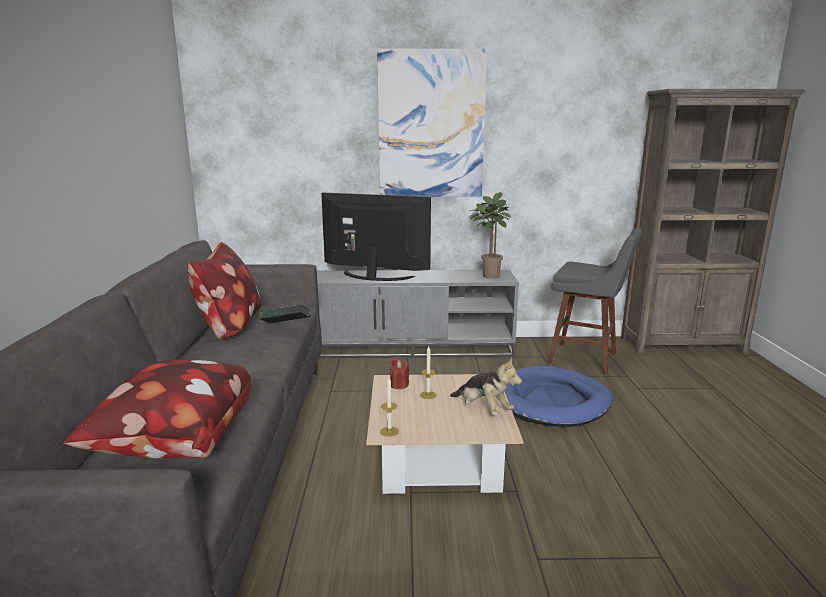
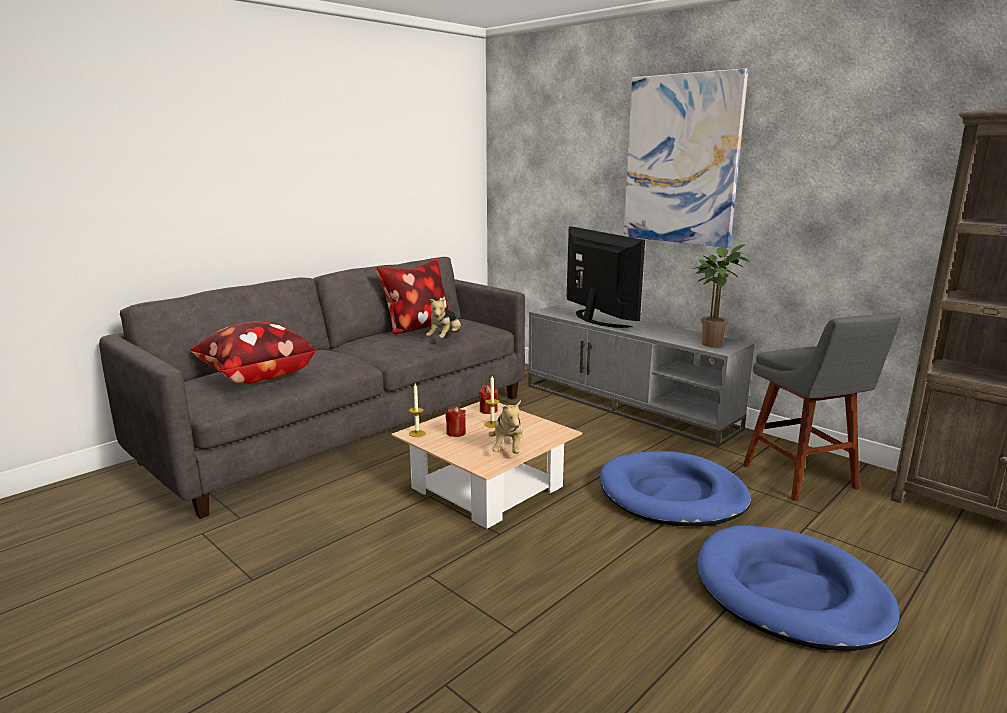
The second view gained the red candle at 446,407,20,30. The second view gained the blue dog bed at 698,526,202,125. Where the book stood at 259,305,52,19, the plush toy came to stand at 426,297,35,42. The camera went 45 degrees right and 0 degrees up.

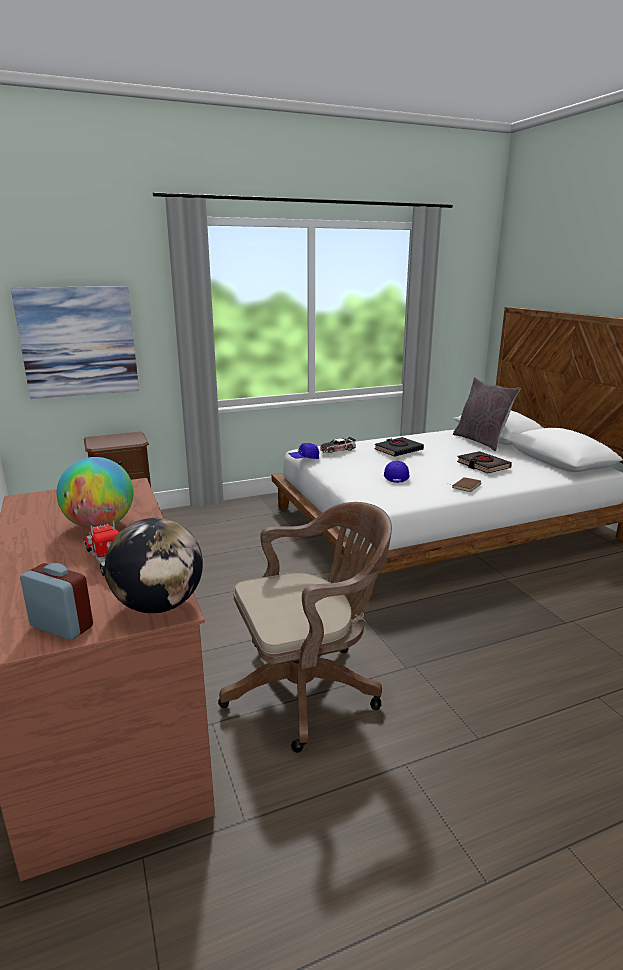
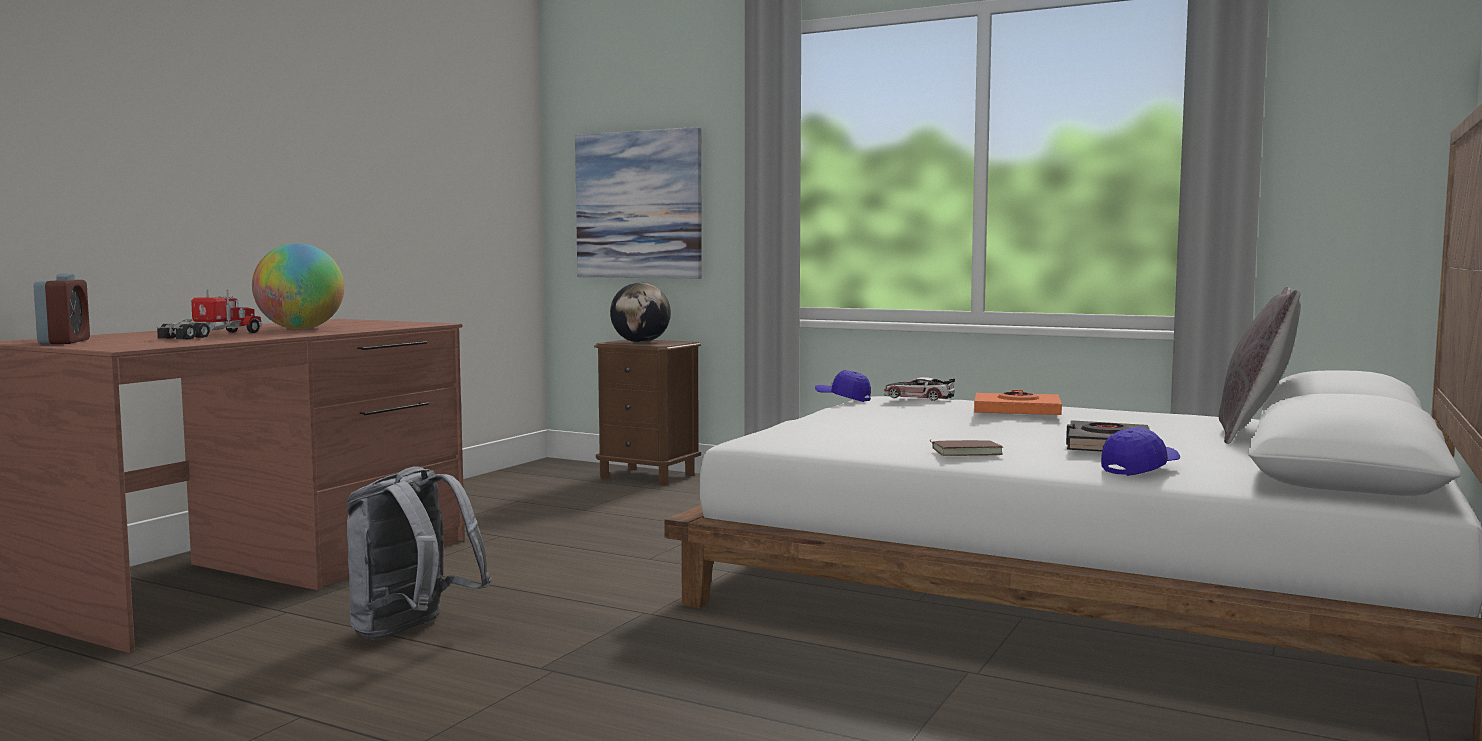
The globe ended up elsewhere, having gone from 105,518,98,95 to 610,282,61,61. The blue cap ended up elsewhere, having gone from 384,461,25,22 to 1101,427,79,49. Where the brown office chair stood at 218,502,174,251, the grey backpack came to stand at 347,466,145,174. What was the black book at 374,437,50,20 turned into the orange book at 974,390,88,25. The camera went 50 degrees right and 15 degrees down.

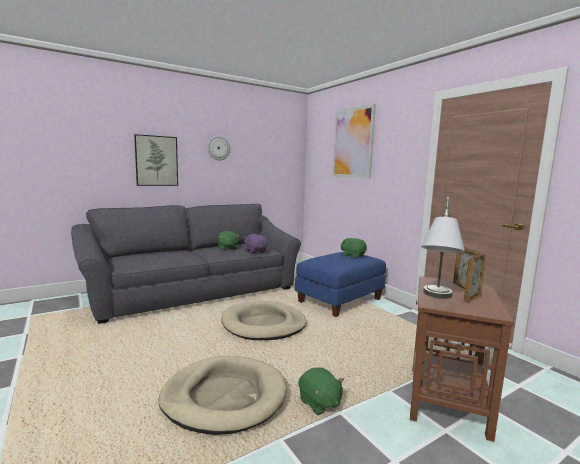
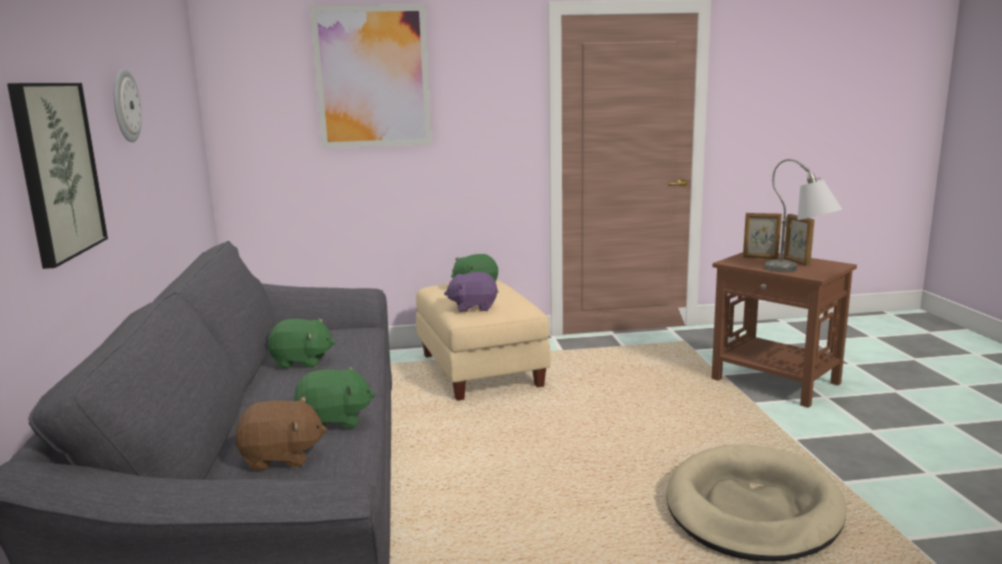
The second view lost the beige dog bed at 221,301,85,39. The second view gained the brown plush toy at 235,396,92,75. The purple plush toy ended up elsewhere, having gone from 244,234,23,20 to 444,272,54,40. The green plush toy ended up elsewhere, having gone from 299,367,45,48 to 294,366,81,63. What was the blue ottoman at 295,252,91,65 turned into the beige ottoman at 416,280,134,121. The camera went 65 degrees left and 5 degrees up.

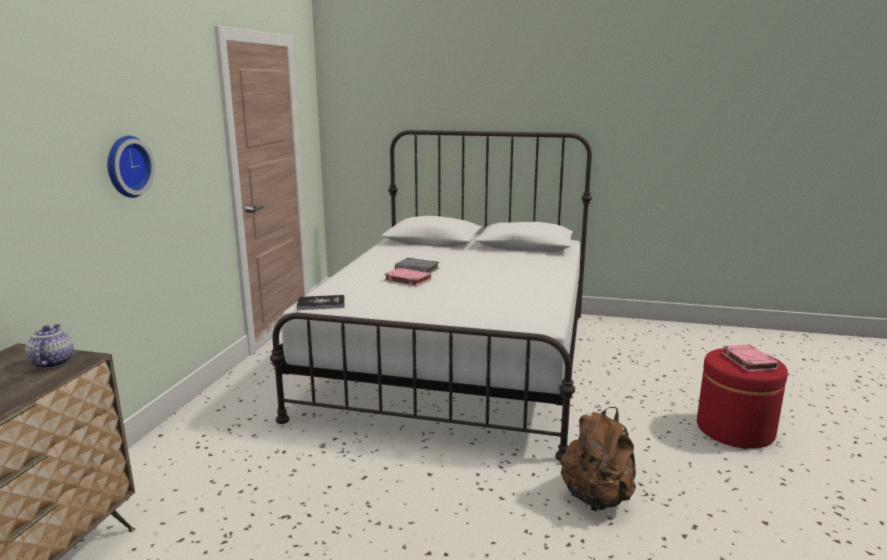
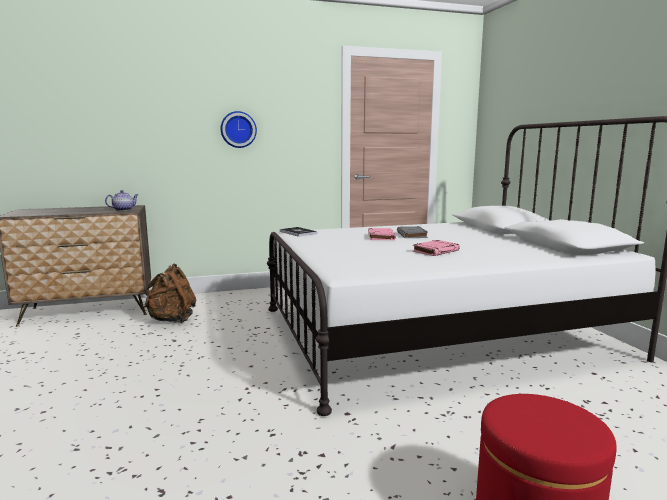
The brown backpack ended up elsewhere, having gone from 561,407,75,104 to 144,263,52,60. The pink book ended up elsewhere, having gone from 722,344,58,28 to 412,240,48,16. The camera went 60 degrees right and 5 degrees down.

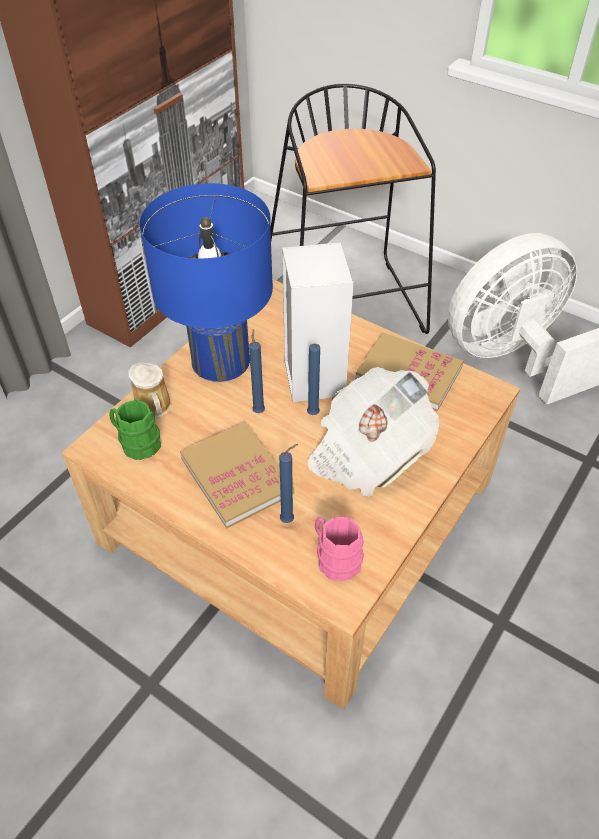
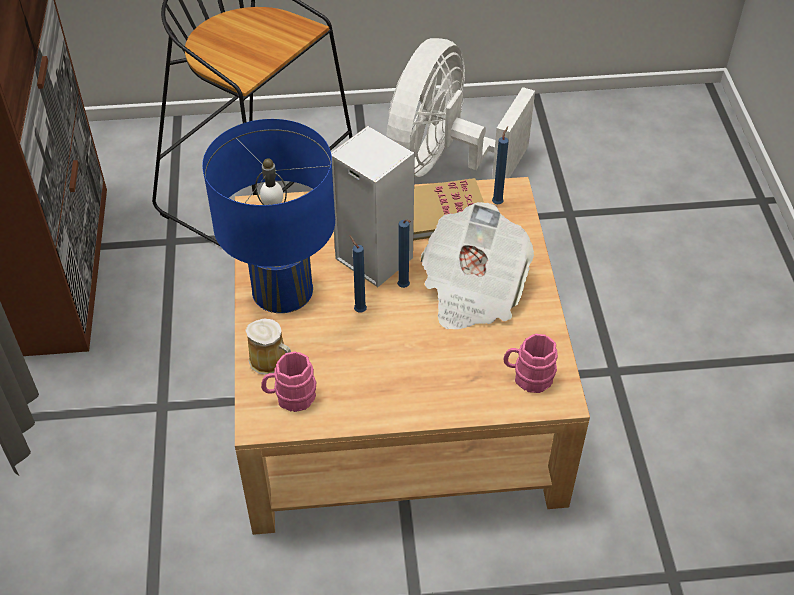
The second view lost the book at 180,422,114,107. The blue candle ended up elsewhere, having gone from 279,444,19,79 to 492,126,17,78. What was the green mug at 109,400,52,60 turned into the pink mug at 261,351,55,61. The camera went 40 degrees left and 0 degrees up.

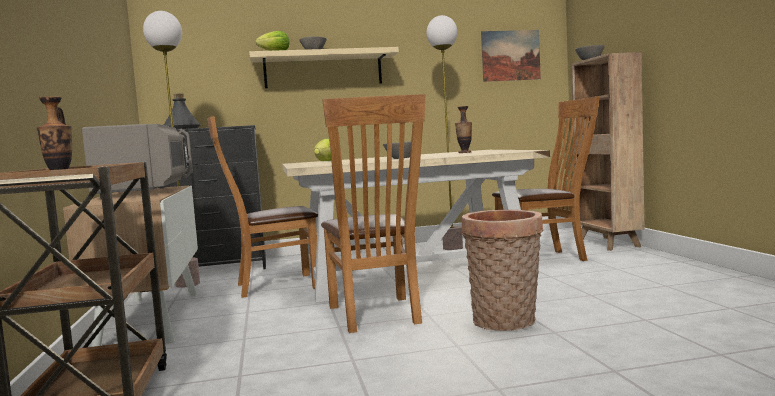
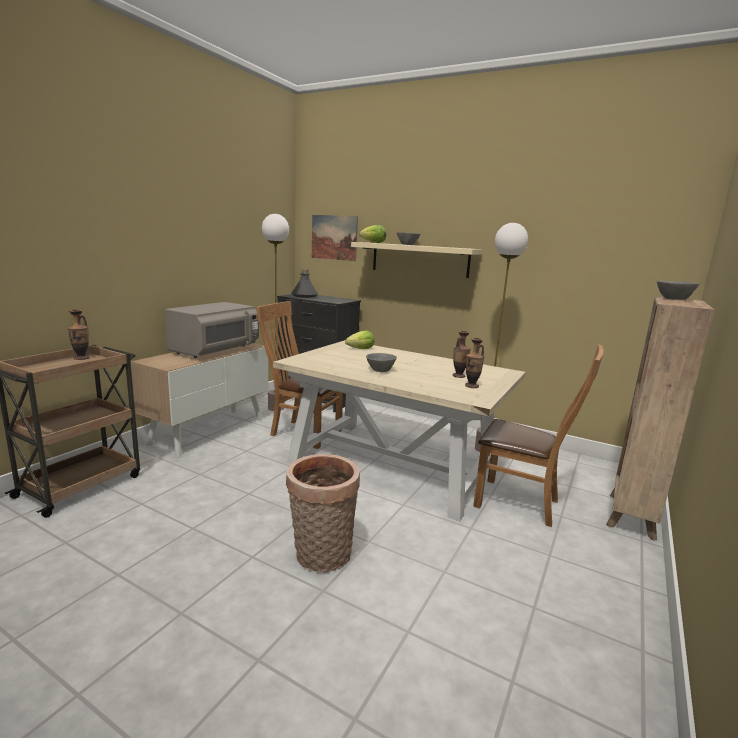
The second view lost the brown chair at 321,94,105,239. The second view gained the vase at 465,338,19,50. The picture ended up elsewhere, having gone from 481,30,60,52 to 312,215,46,46. The camera went 40 degrees right and 10 degrees up.

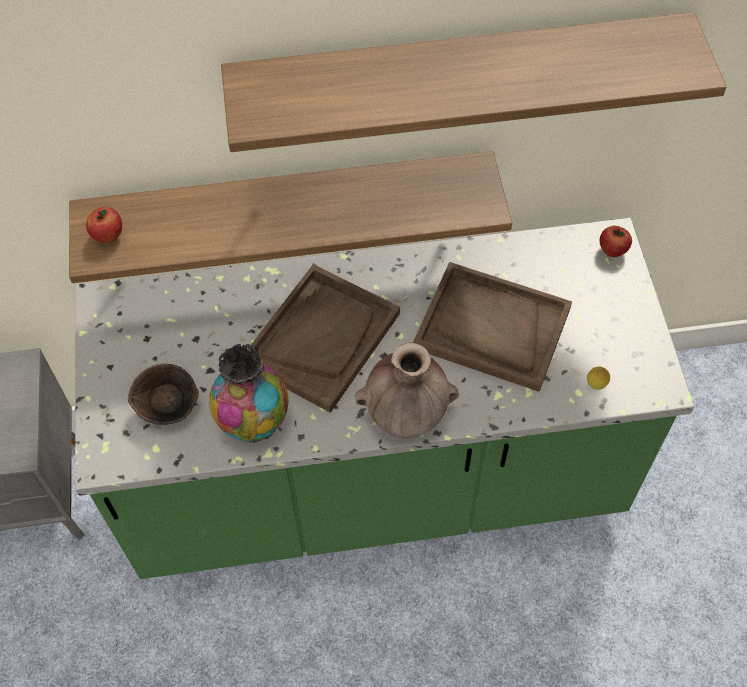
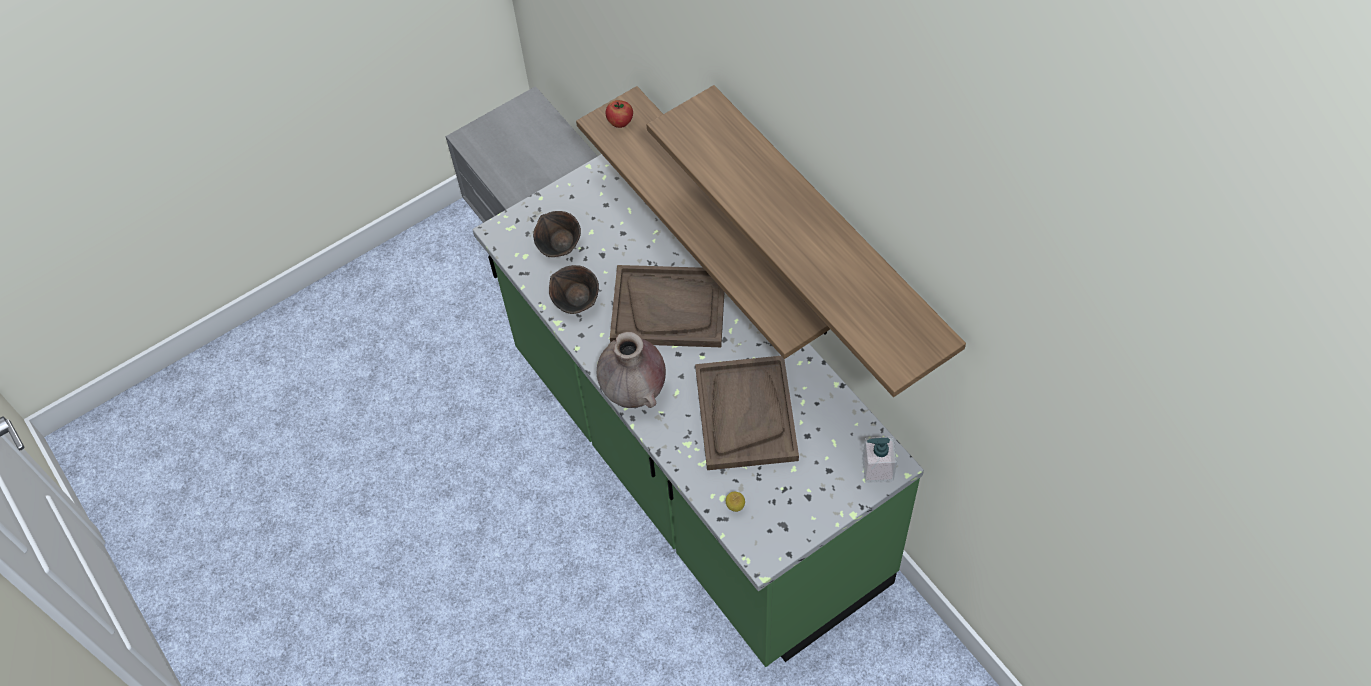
Where the vase stood at 209,344,79,99, the brown bowl came to stand at 549,265,50,49. Where the apple stood at 600,226,32,31, the soap dispenser came to stand at 862,437,35,45. The camera went 65 degrees right and 0 degrees up.

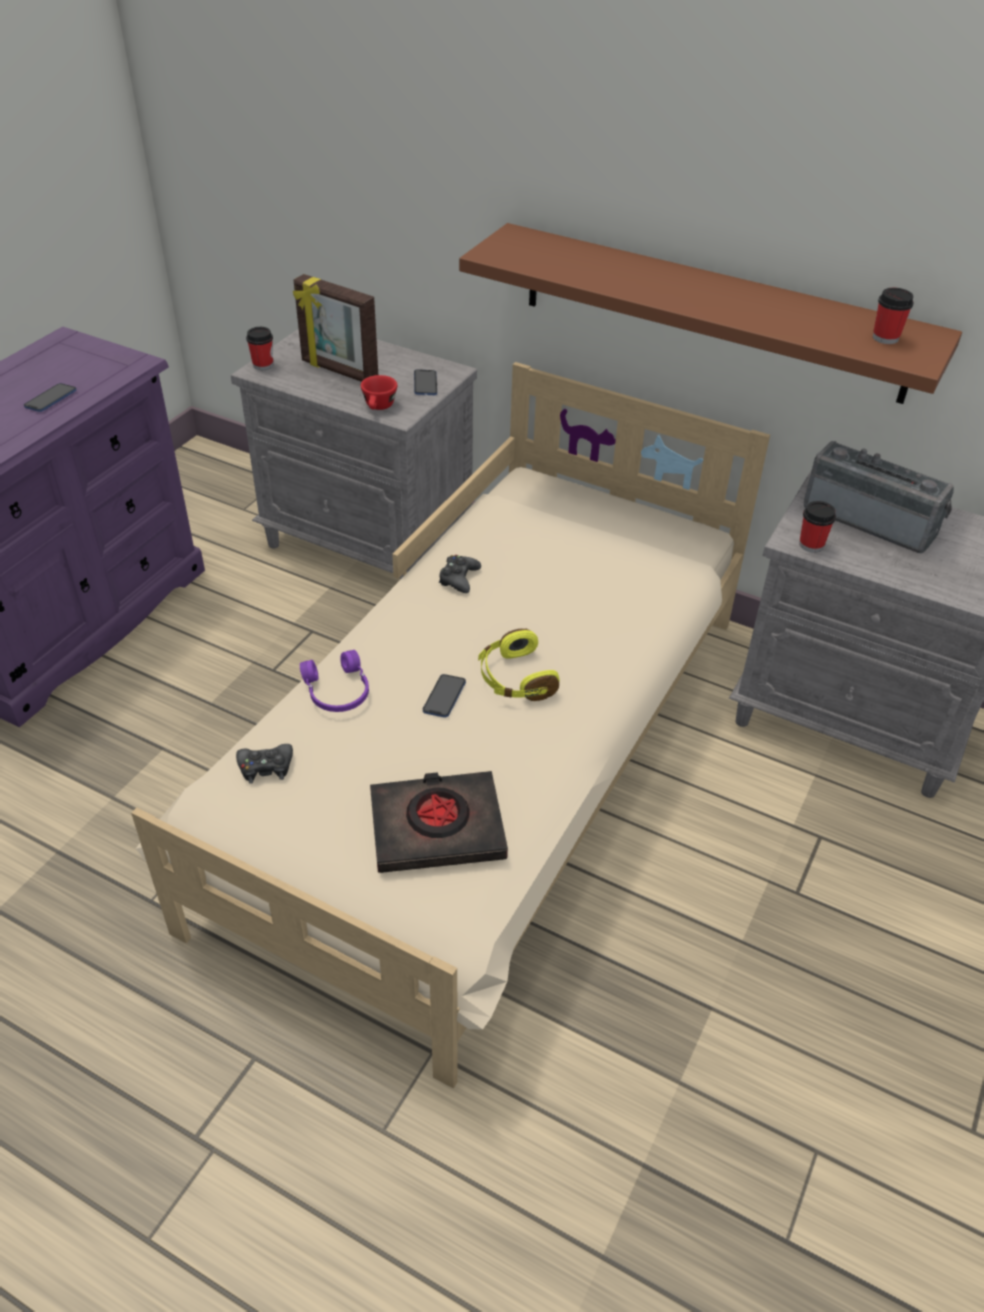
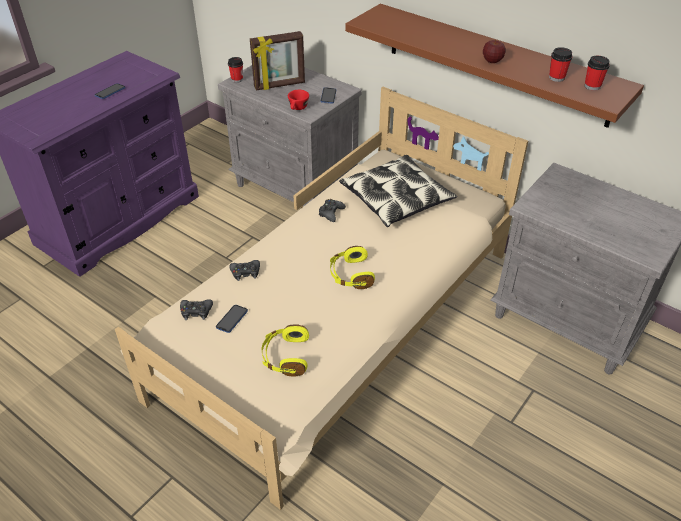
The second view lost the radio at 804,441,150,112. The second view gained the pillow at 339,155,118,72. The second view gained the apple at 483,40,23,23. The phone ended up elsewhere, having gone from 423,674,43,44 to 216,305,32,28. The cup ended up elsewhere, having gone from 799,501,37,52 to 549,47,24,35. Where the purple headphones stood at 300,650,69,62, the black game controller came to stand at 229,260,31,21. Where the black book stood at 370,771,138,102, the yellow headphones came to stand at 262,324,47,52. The picture frame at 293,274,85,108 ended up facing another way, 60 degrees counterclockwise from before. The camera went 10 degrees right and 0 degrees up.

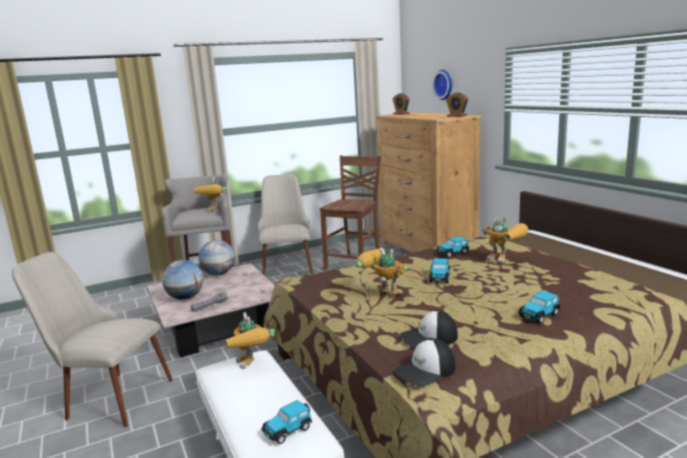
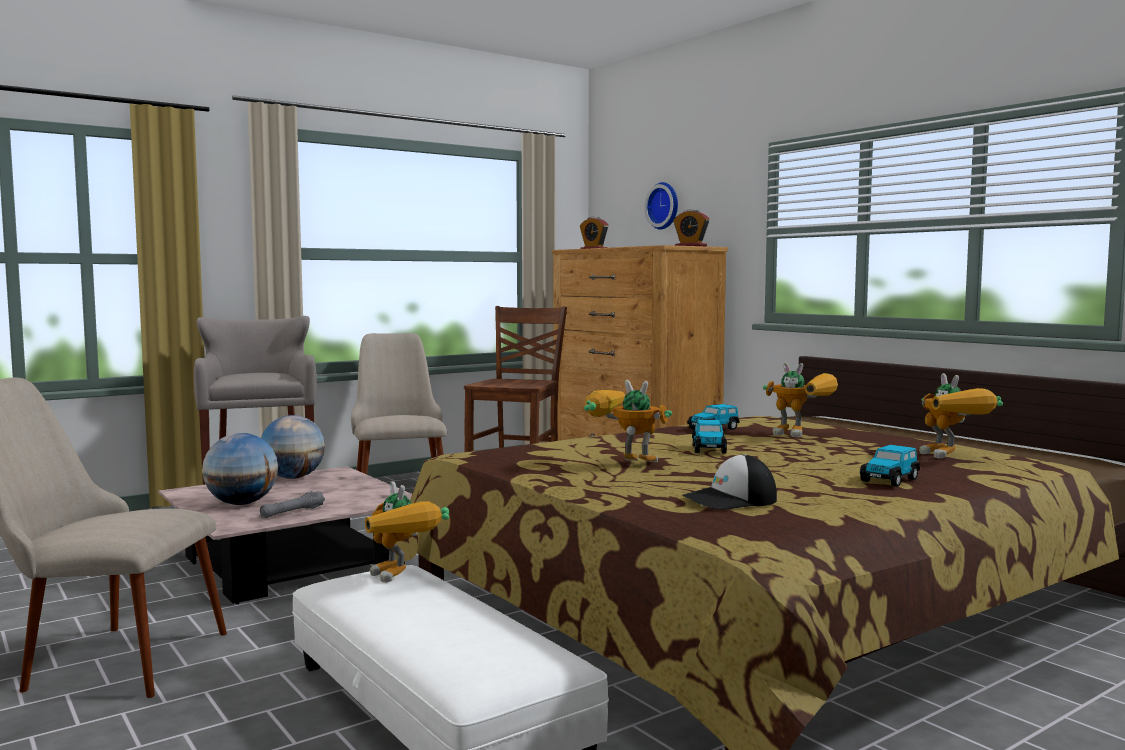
The second view lost the toy car at 261,400,51,44. The second view lost the cap at 394,338,62,49. The toy robot ended up elsewhere, having gone from 194,177,32,35 to 919,373,84,86. The camera went 10 degrees left and 10 degrees down.

